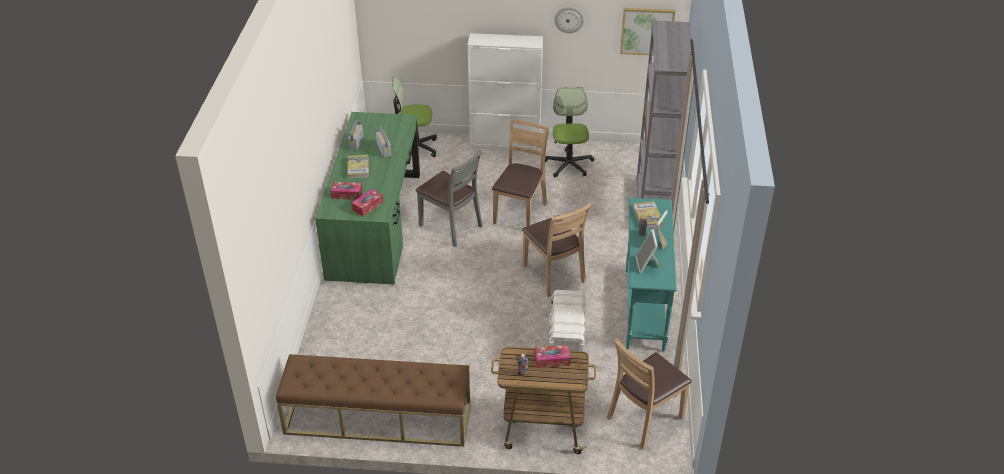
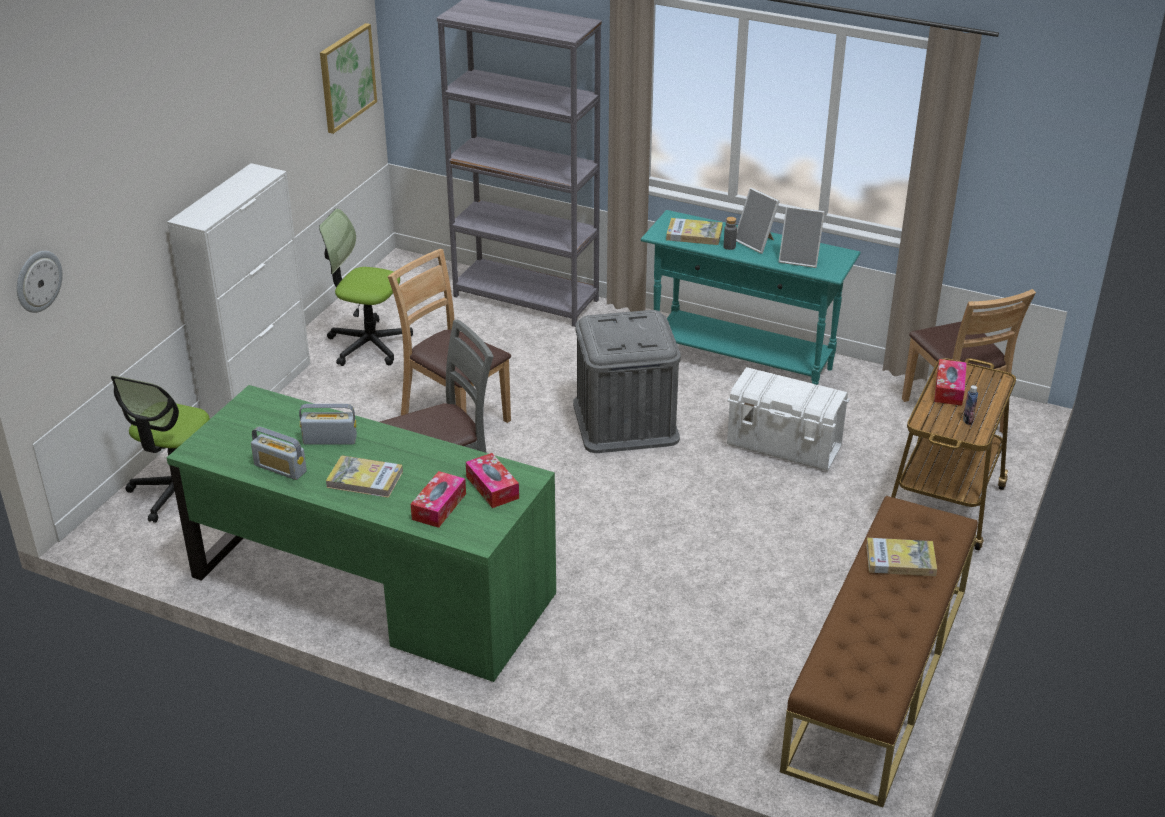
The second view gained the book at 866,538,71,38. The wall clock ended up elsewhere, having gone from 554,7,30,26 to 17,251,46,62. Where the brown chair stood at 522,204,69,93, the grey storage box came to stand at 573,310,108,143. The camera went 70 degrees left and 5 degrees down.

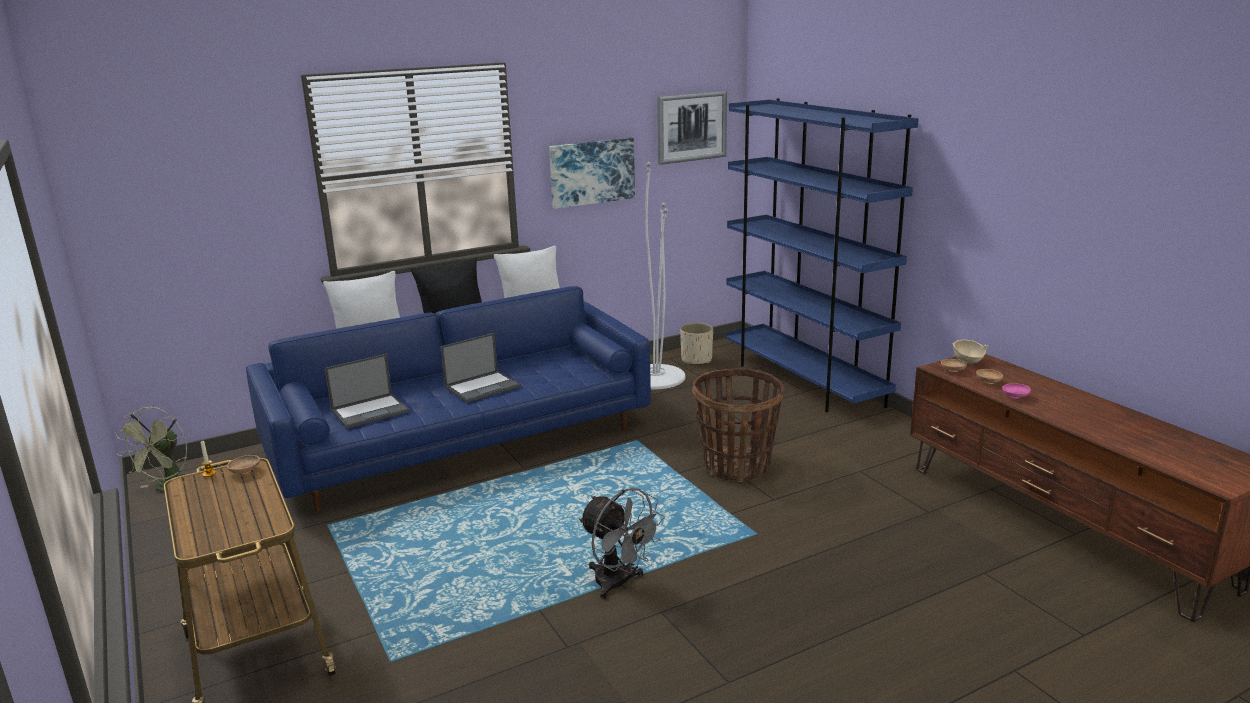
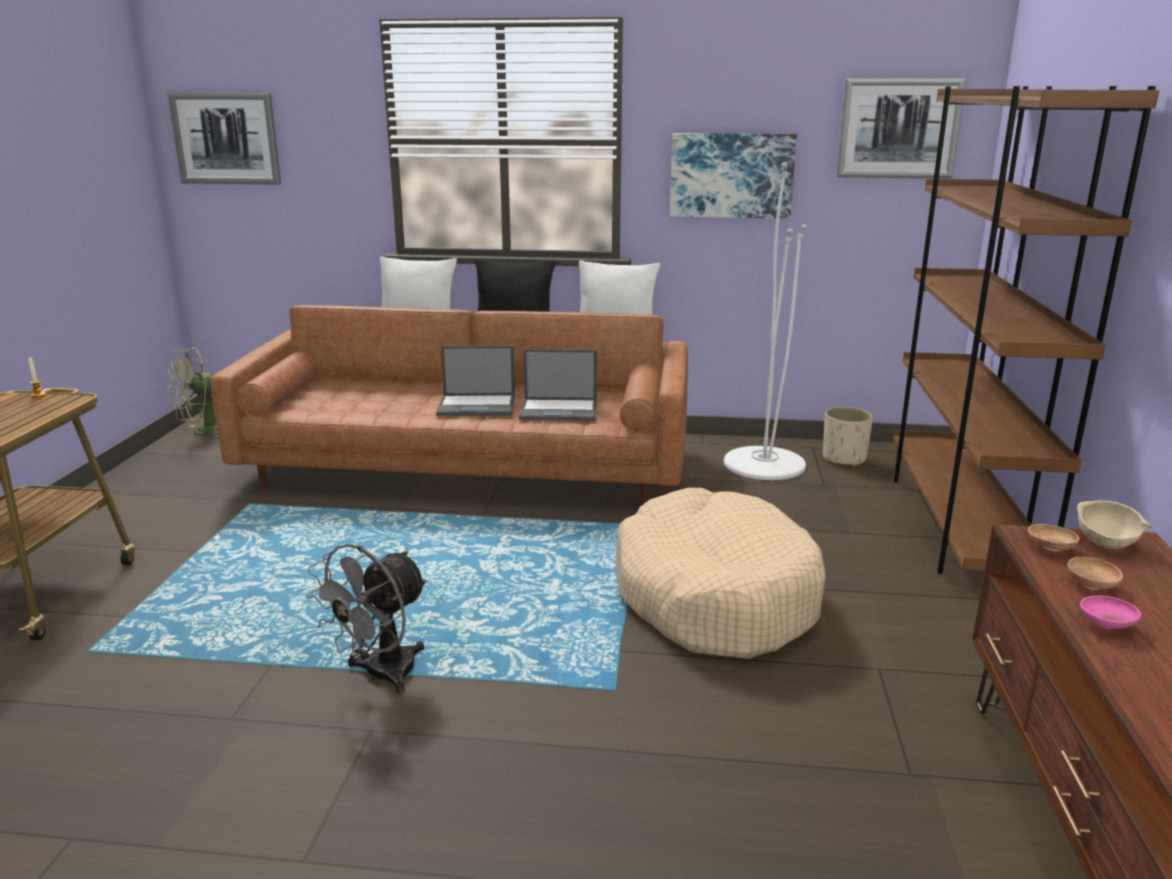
The second view lost the brown bowl at 227,455,33,19. The second view gained the picture at 168,93,113,92. The laptop ended up elsewhere, having gone from 325,354,85,75 to 519,349,78,72. Where the basket stood at 692,369,92,113, the beige dog bed came to stand at 615,488,211,171. What was the blue sofa at 246,286,405,226 turned into the brown sofa at 211,305,477,200. What was the blue bookcase at 726,98,193,314 turned into the brown bookcase at 893,86,266,488. The grey fan at 579,488,86,111 ended up facing another way, 45 degrees clockwise from before. The camera went 35 degrees right and 0 degrees up.

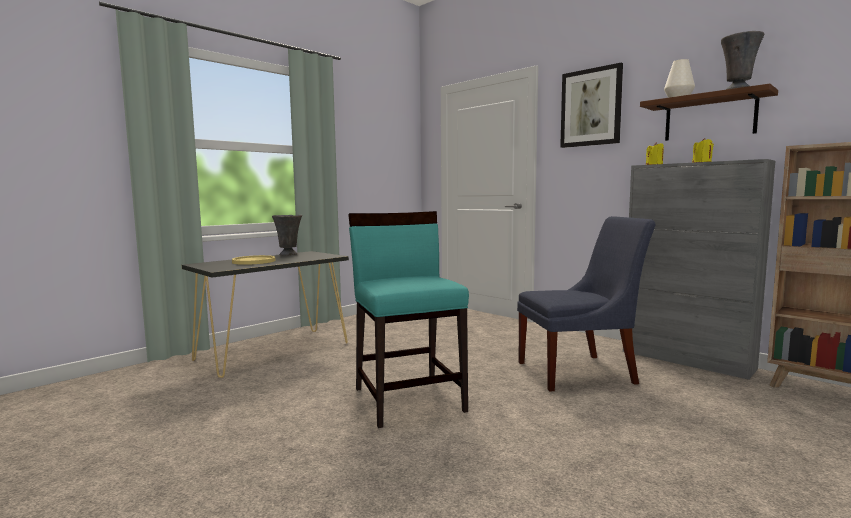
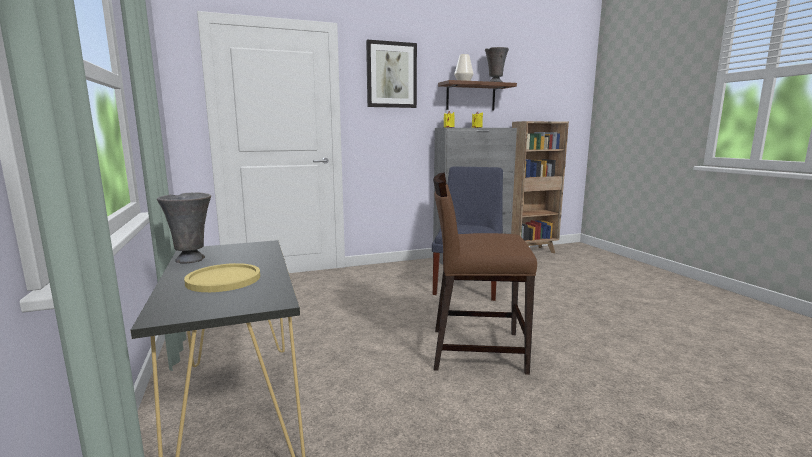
What was the turquoise chair at 348,211,121,217 turned into the brown chair at 433,172,104,203. The camera went 65 degrees left and 5 degrees up.

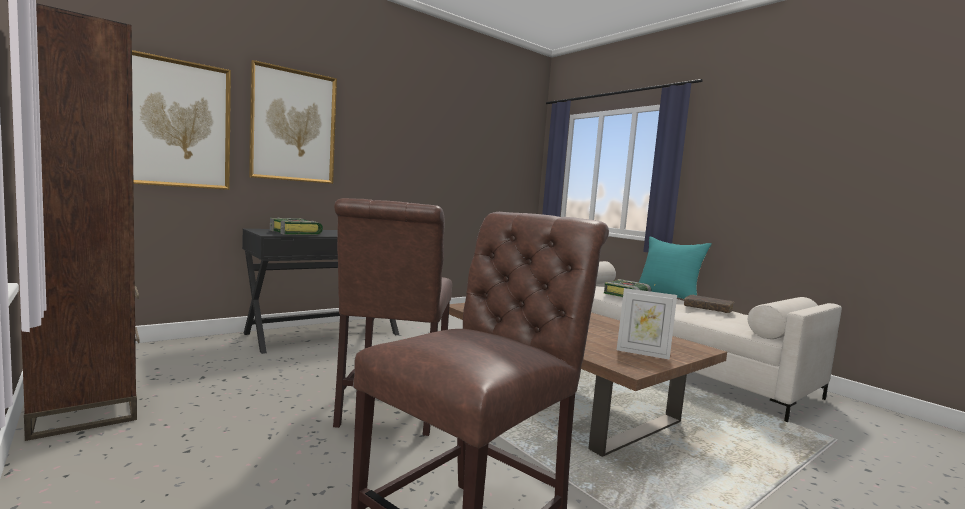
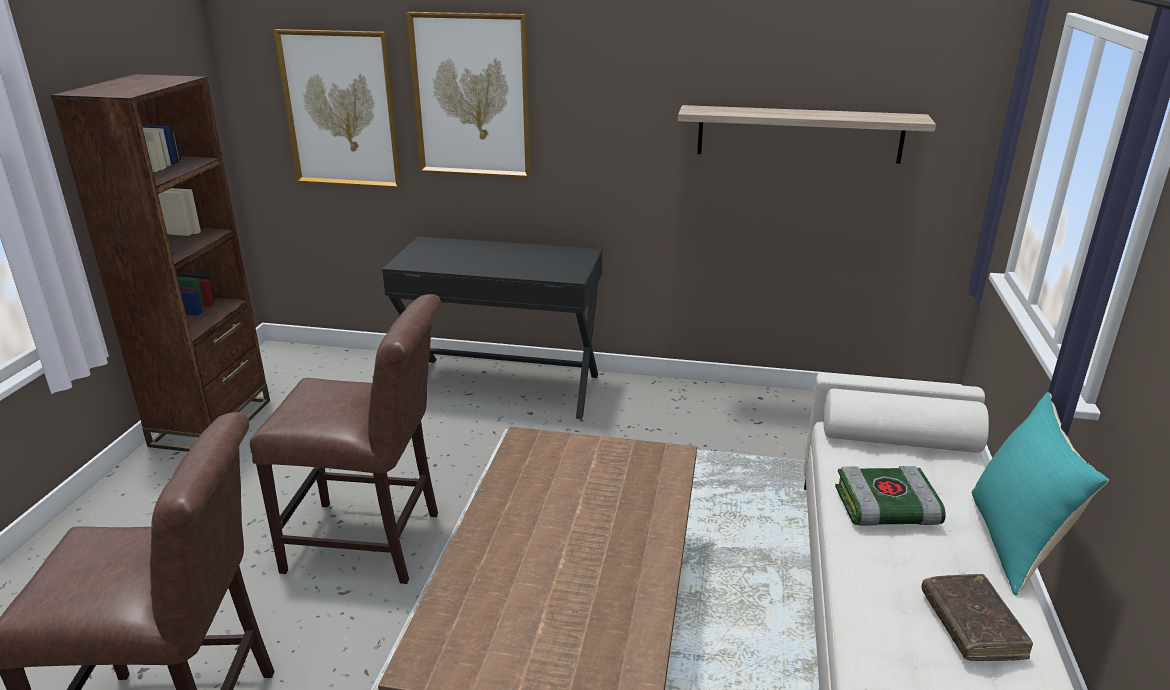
The second view lost the book at 270,218,53,17. The second view lost the picture frame at 617,288,60,72. The second view gained the shelf at 678,105,258,59. The brown chair at 333,198,119,238 ended up facing another way, 135 degrees counterclockwise from before. The camera went 50 degrees right and 20 degrees up.

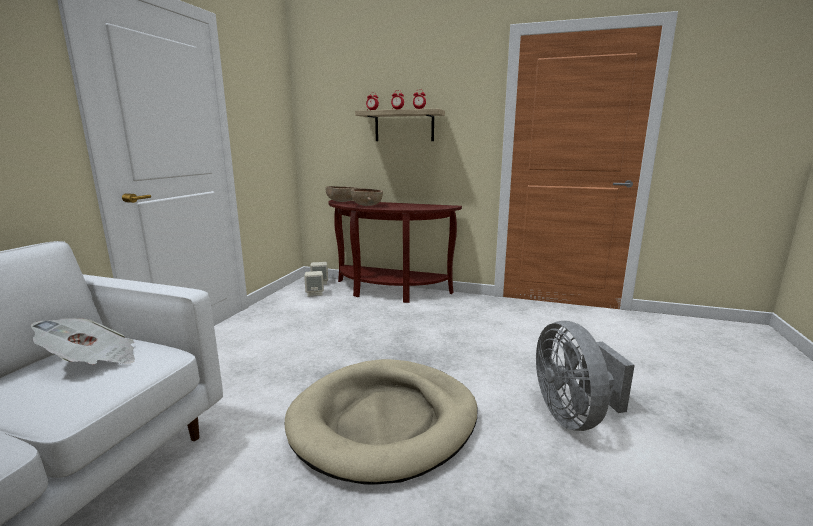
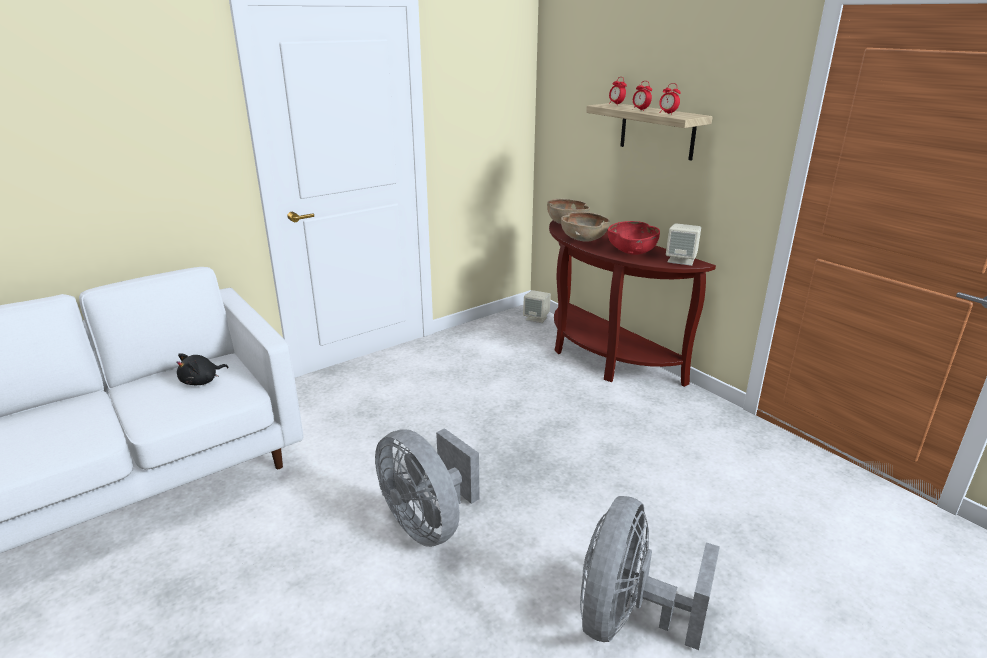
The second view gained the red bowl at 608,221,52,34. The beige speaker ended up elsewhere, having gone from 304,271,20,26 to 666,223,35,43. Where the newspaper stood at 31,318,104,46, the black plush toy came to stand at 176,353,53,32. Where the beige dog bed stood at 285,359,193,126, the grey fan came to stand at 375,428,105,119. The camera went 35 degrees right and 10 degrees up.

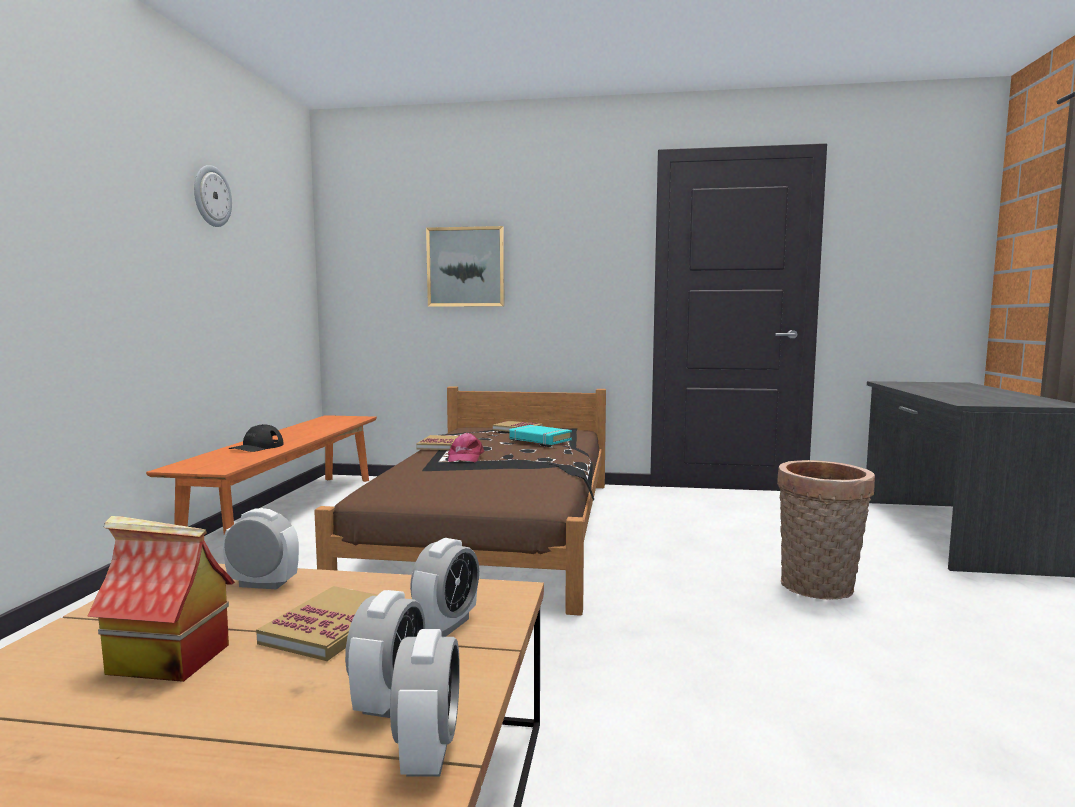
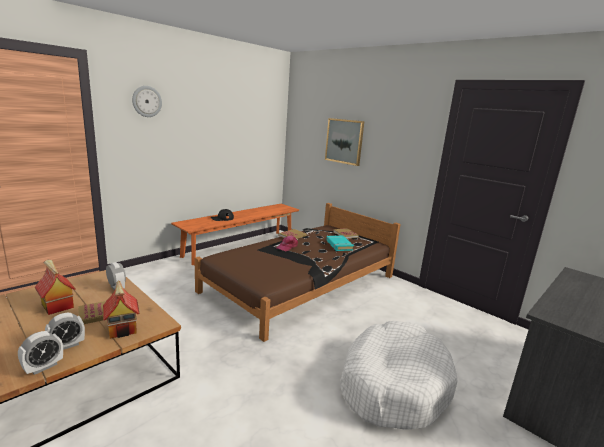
The wall clock ended up elsewhere, having gone from 194,165,38,62 to 132,86,30,31. Where the alarm clock stood at 410,538,69,99, the toy house came to stand at 103,280,37,59. Where the basket stood at 777,460,98,139, the white dog bed came to stand at 340,321,117,109. The camera went 35 degrees right and 10 degrees up.

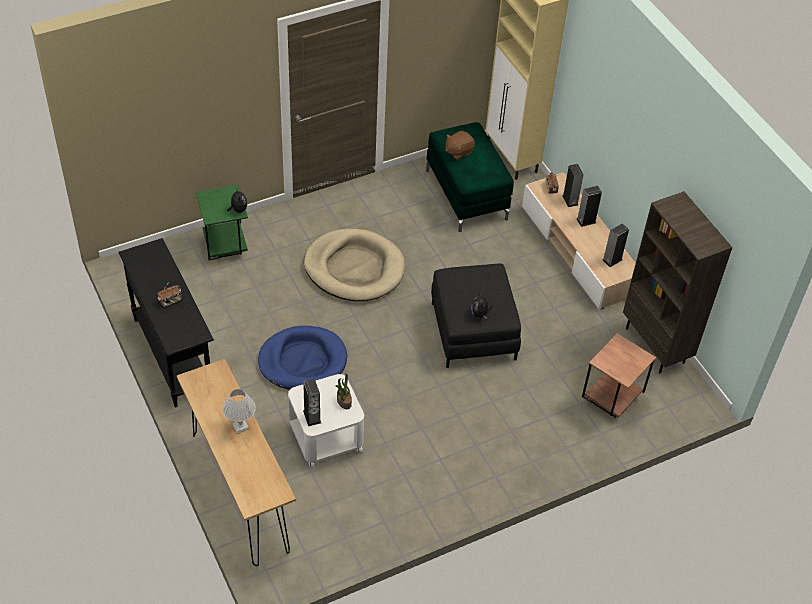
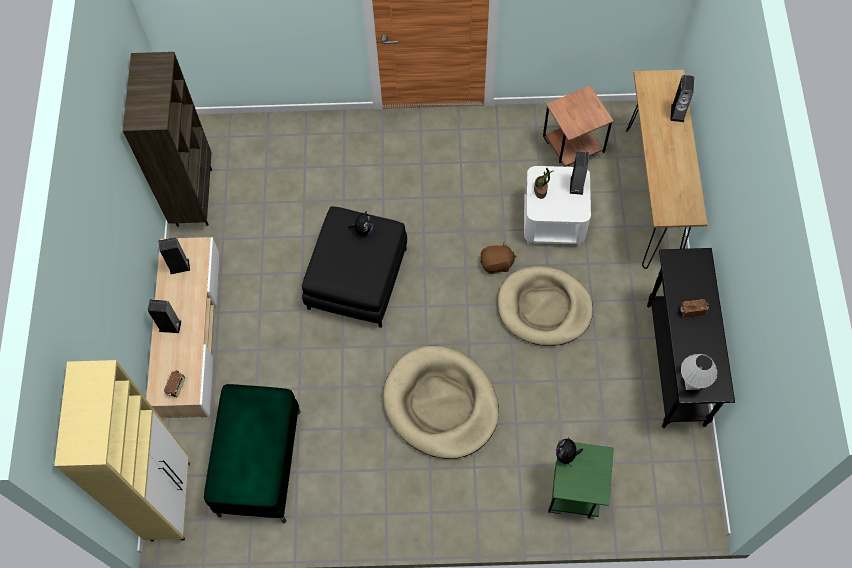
The white table lamp ended up elsewhere, having gone from 222,389,34,45 to 681,354,36,36. The brown plush toy ended up elsewhere, having gone from 445,131,30,29 to 480,241,36,33. The speaker ended up elsewhere, having gone from 562,164,22,43 to 670,75,24,47. The brown side table ended up elsewhere, having gone from 582,333,74,85 to 543,86,71,81. What was the blue dog bed at 258,326,90,64 turned into the beige dog bed at 498,266,95,80. The camera went 150 degrees left and 15 degrees up.

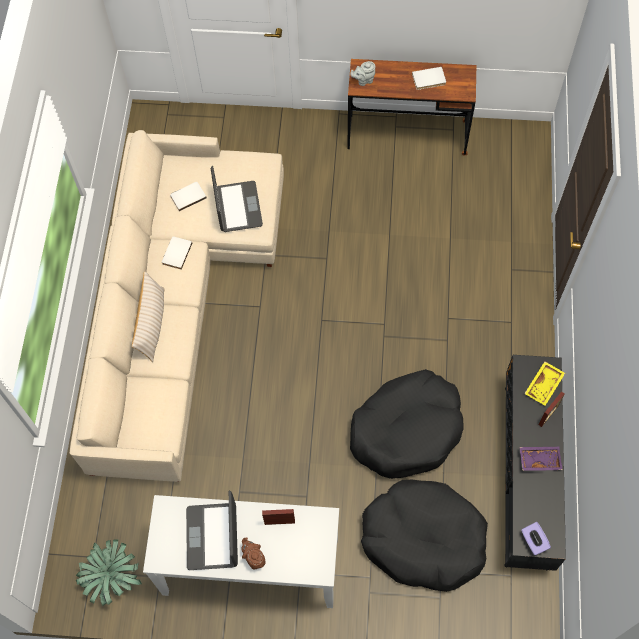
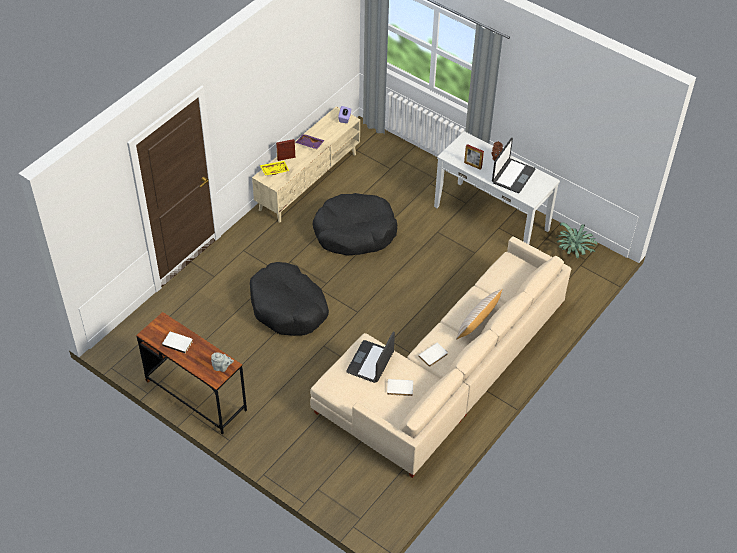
The black dog bed ended up elsewhere, having gone from 361,480,127,112 to 250,262,79,74. What was the black tv stand at 504,355,62,216 turned into the beige tv stand at 252,107,108,116. The camera went 150 degrees left and 15 degrees down.

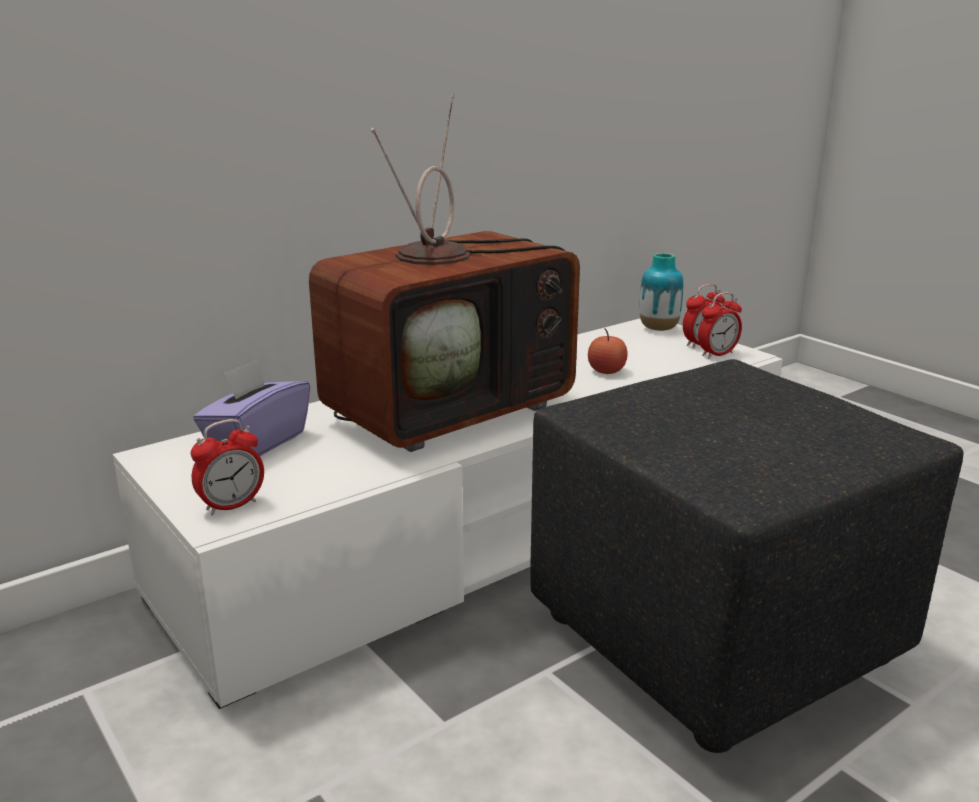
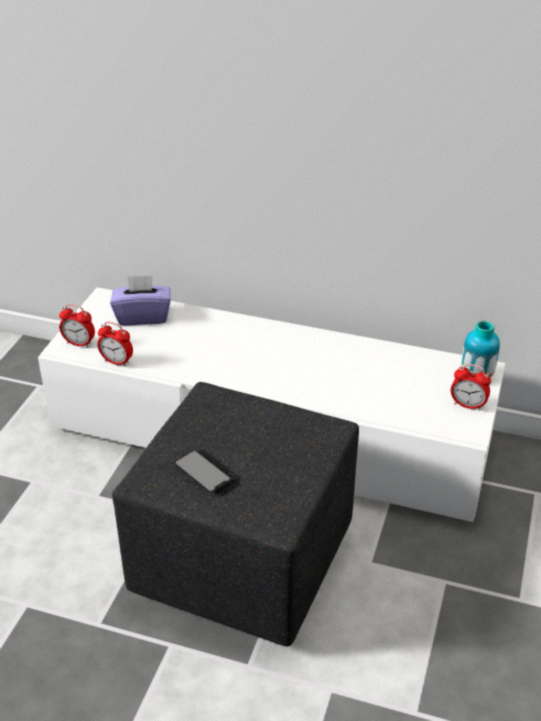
The second view lost the television at 309,94,271,358. The second view lost the apple at 588,328,40,46. The second view gained the phone at 174,450,65,43. The alarm clock ended up elsewhere, having gone from 698,292,44,66 to 97,322,36,45. The camera went 55 degrees right and 15 degrees up.

